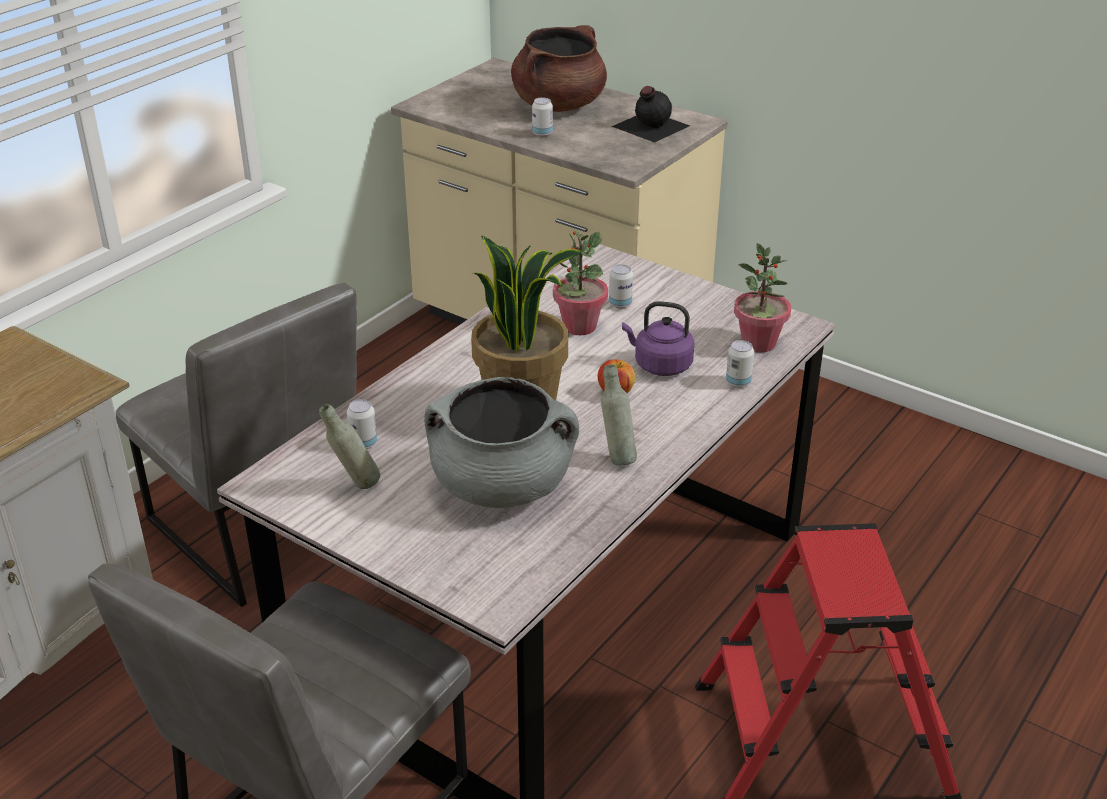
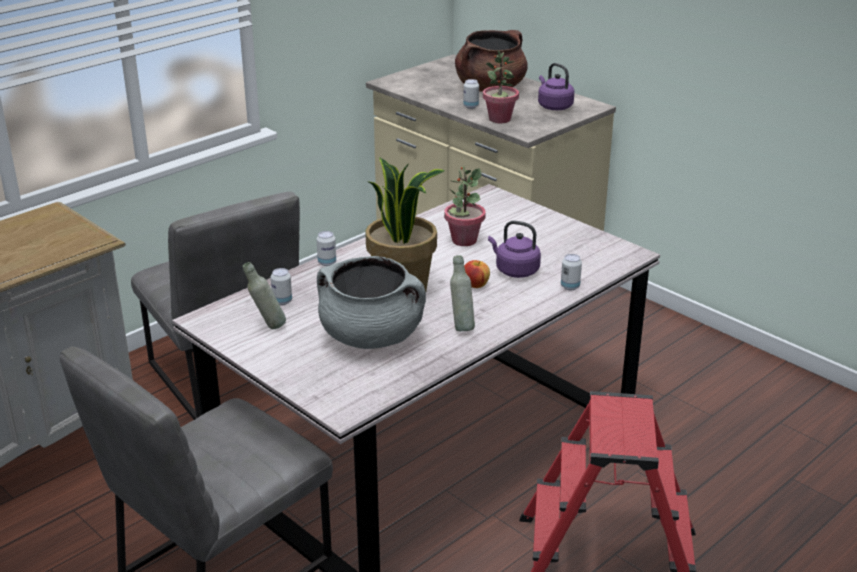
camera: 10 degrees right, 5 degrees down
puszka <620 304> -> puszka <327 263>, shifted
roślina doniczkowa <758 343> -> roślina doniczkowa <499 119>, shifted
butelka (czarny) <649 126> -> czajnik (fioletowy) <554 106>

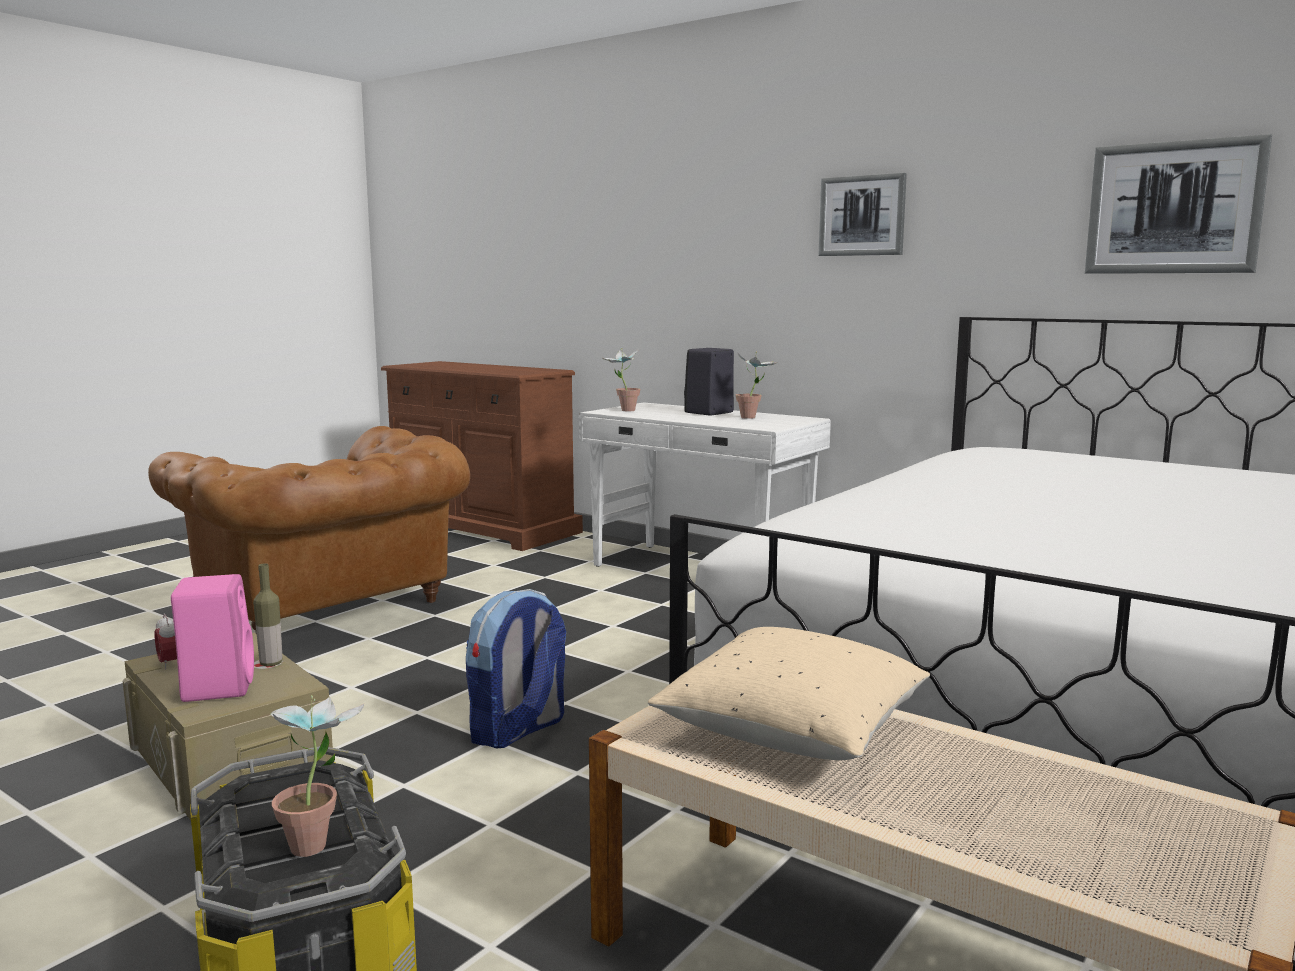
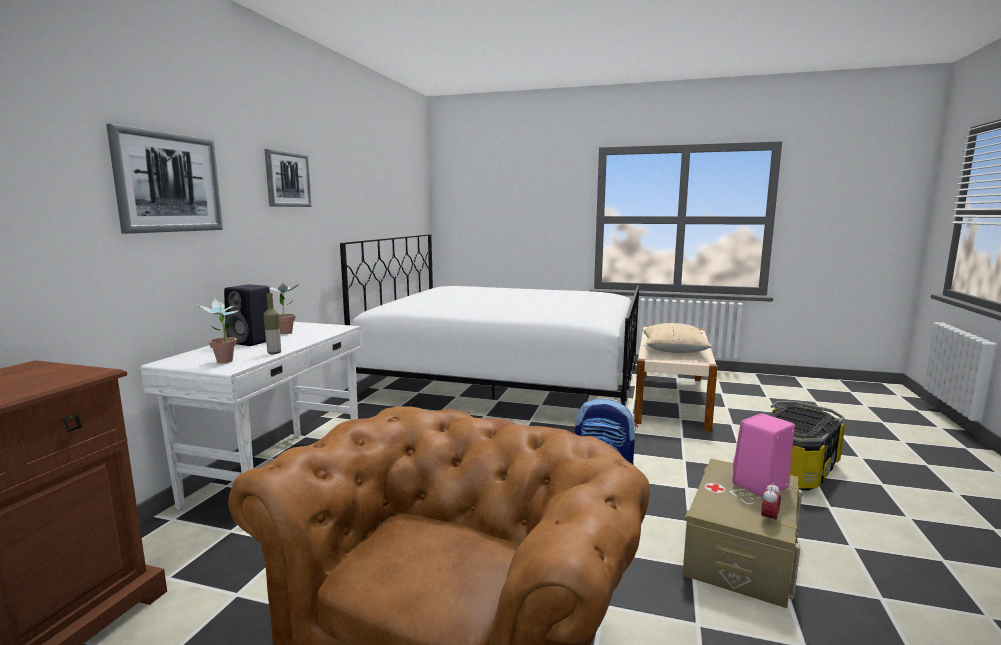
camera: 110 degrees left, 0 degrees up
obraz <1173 208> -> obraz <169 183>, shifted
butelka <271 663> -> butelka <274 353>, shifted
roślina doniczkowa <319 841> -> none

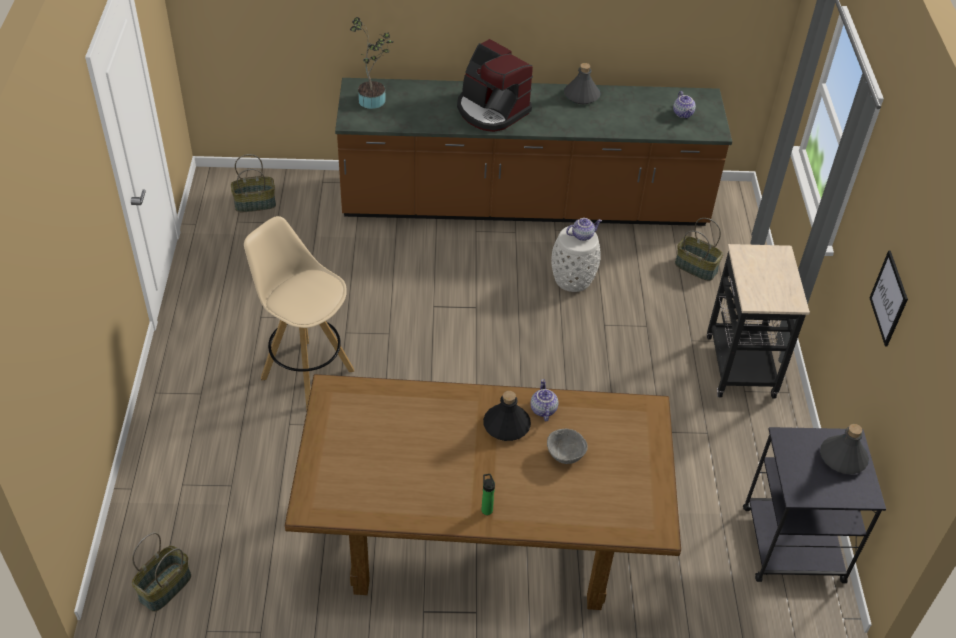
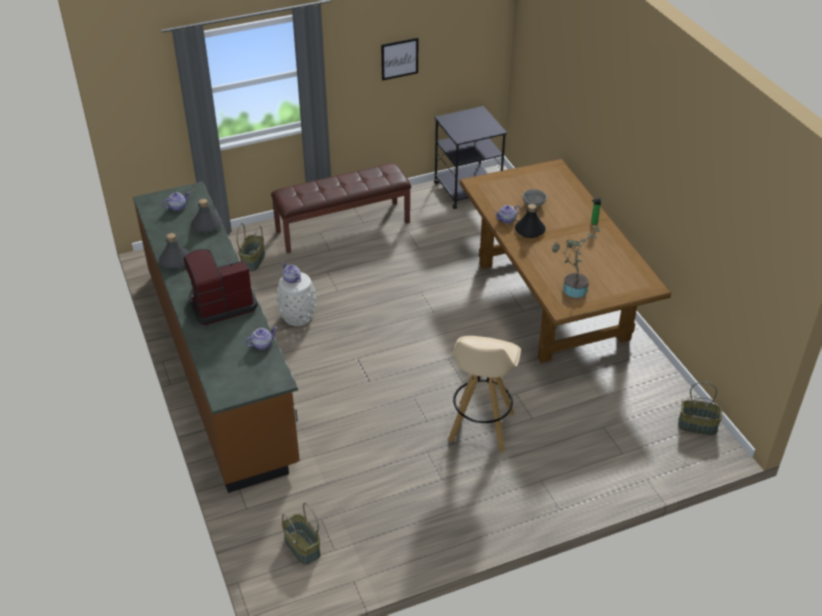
camera: 110 degrees left, 5 degrees down
ekspres do kawy <491 110> -> ekspres do kawy <221 303>, 135 degrees counterclockwise
butelka (szary) <843 458> -> butelka (szary) <207 225>, shifted
none -> imbryk <262 344>
wózek <741 368> -> ławka (brązowy) <343 226>
roślina doniczkowa <374 98> -> roślina doniczkowa <572 289>, shifted

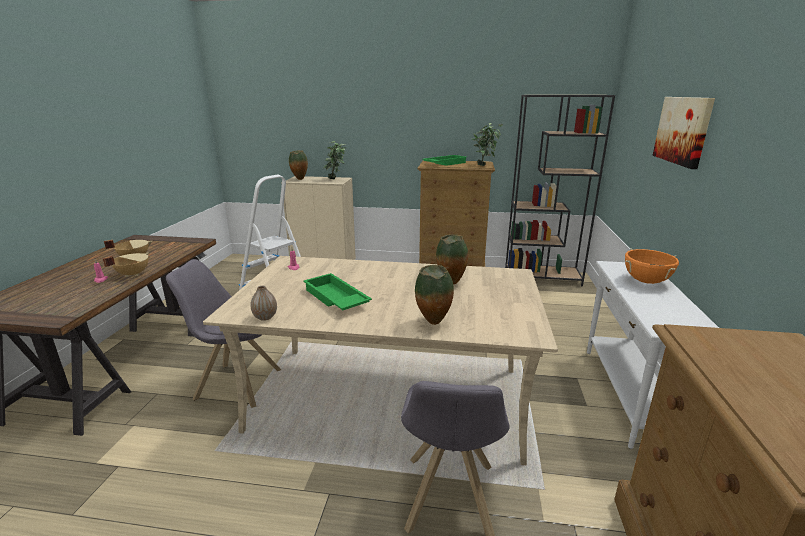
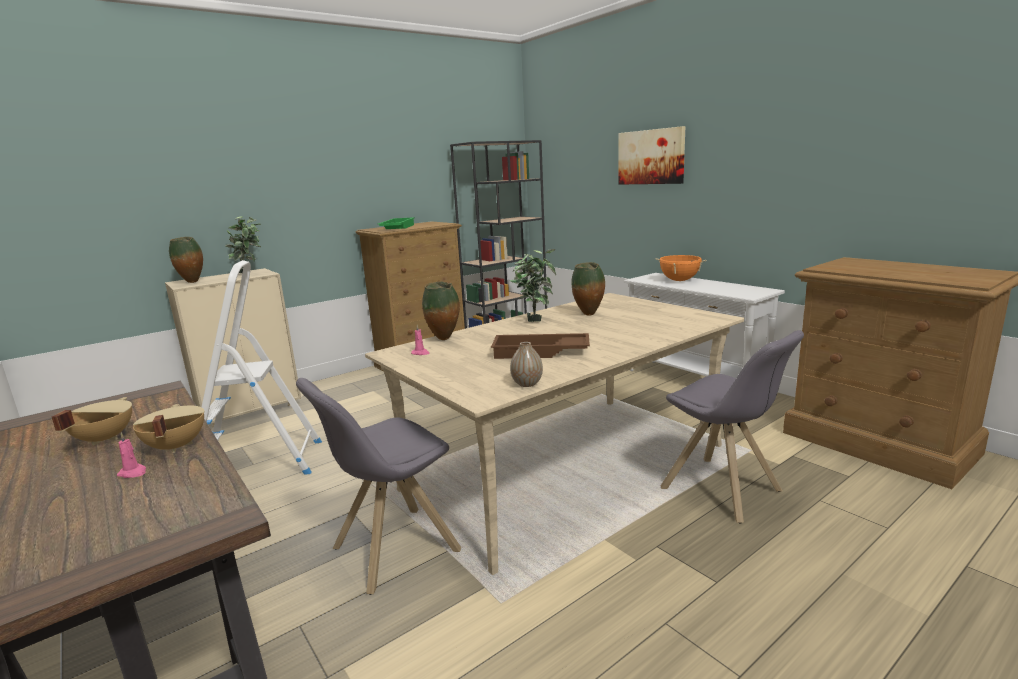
camera: 45 degrees left, 5 degrees down
wazon <433 323> -> wazon <444 339>, shifted
taca (zielony) <335 299> -> taca (brązowy) <540 352>
roślina doniczkowa <485 165> -> roślina doniczkowa <535 320>, shifted

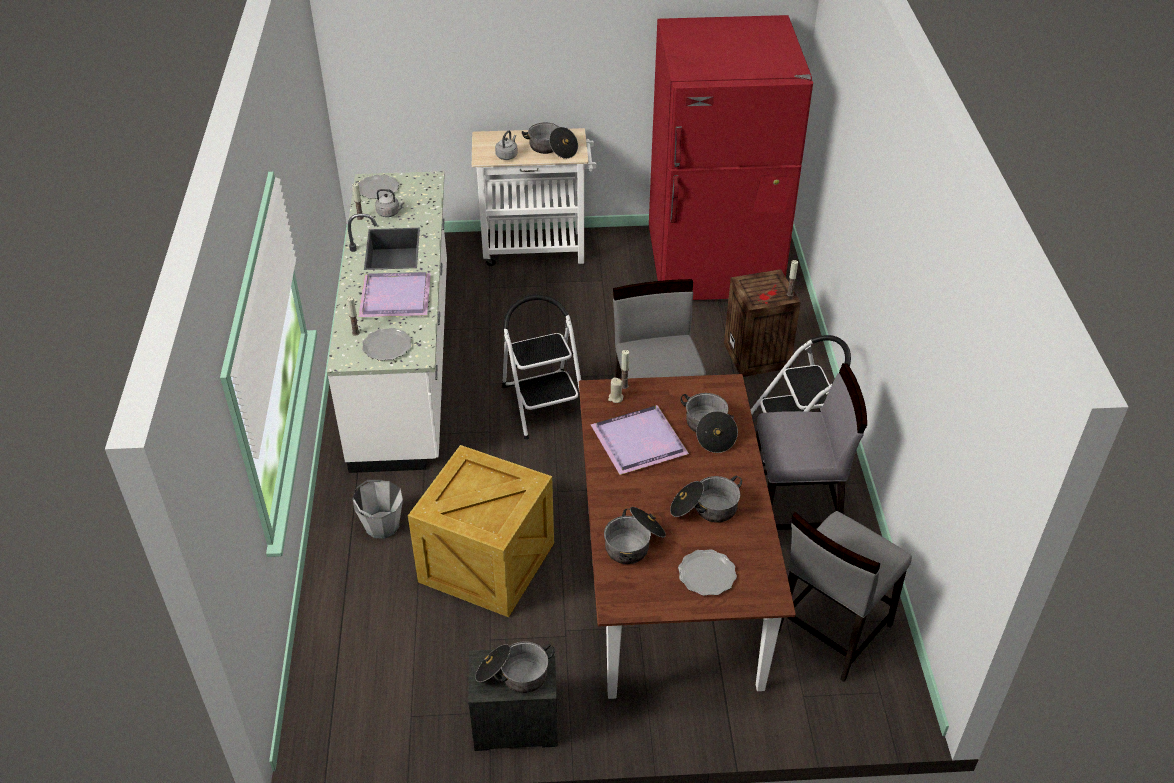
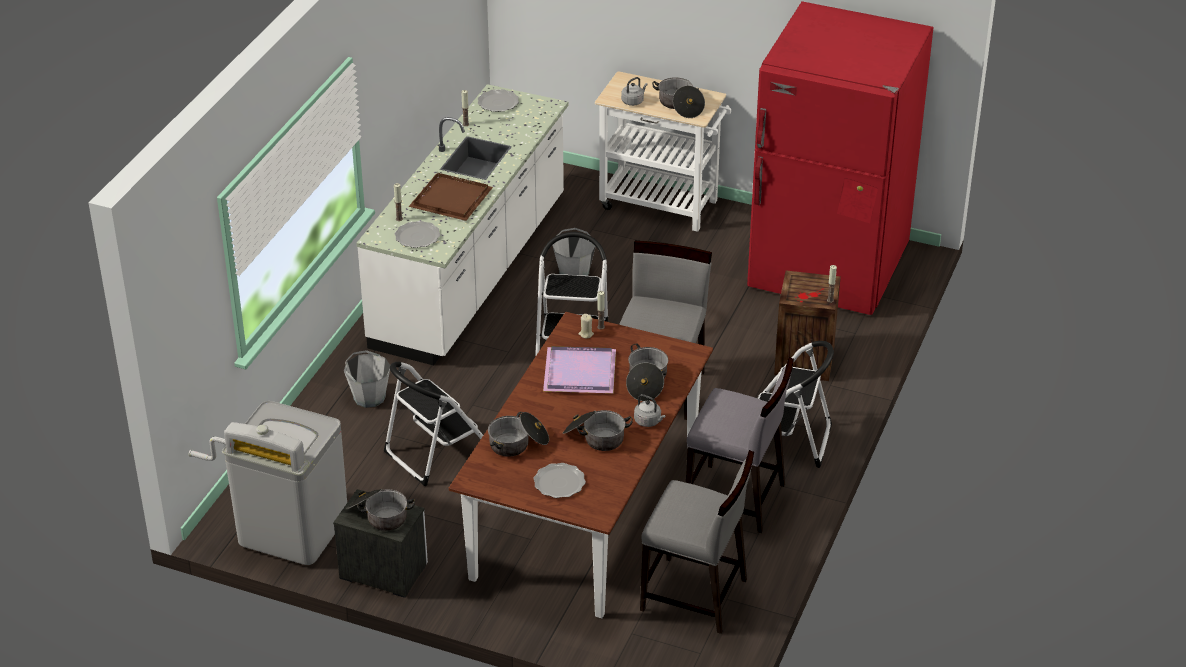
camera: 25 degrees right, 5 degrees down
none -> pralka (szary) <290 531>
skrzynka <484 563> -> drabinka <435 451>
taca (fioletowy) <394 296> -> taca (brązowy) <450 198>
none -> wiadro (szary) <574 273>
czajnik (szary) <389 213> -> czajnik (szary) <649 421>, shifted
krzesło (szary) <831 630> -> krzesło (szary) <694 596>, 135 degrees counterclockwise

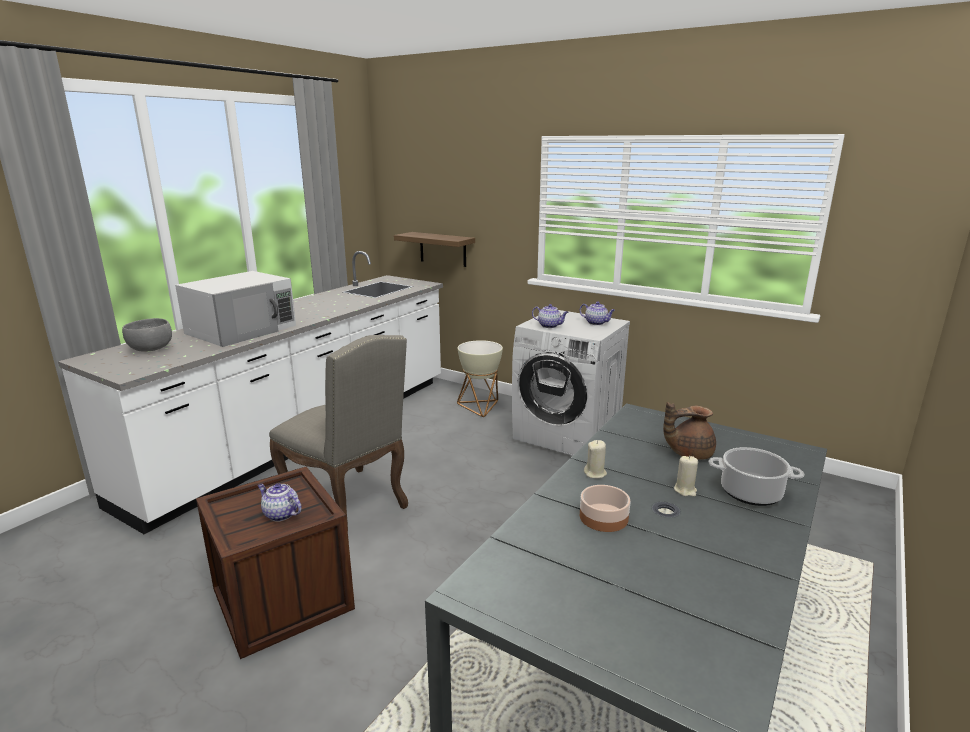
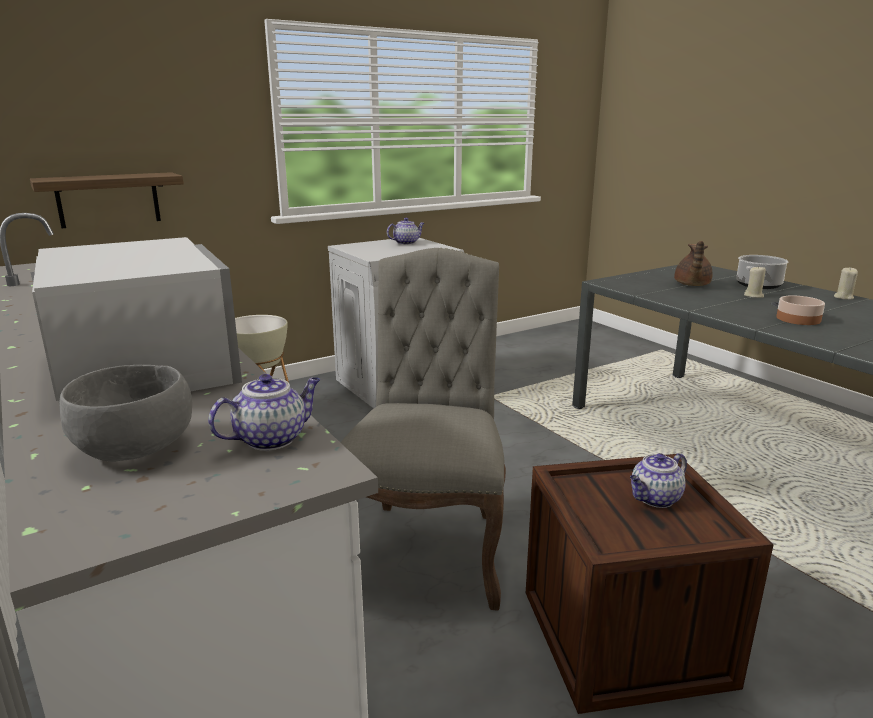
camera: 65 degrees left, 0 degrees up
imbryk <550 326> -> imbryk <272 438>, shifted
krzesło (szary) <348 505> -> krzesło (szary) <428 548>, 60 degrees counterclockwise
świeca (beżowy) <595 473> -> świeca (beżowy) <843 297>, shifted

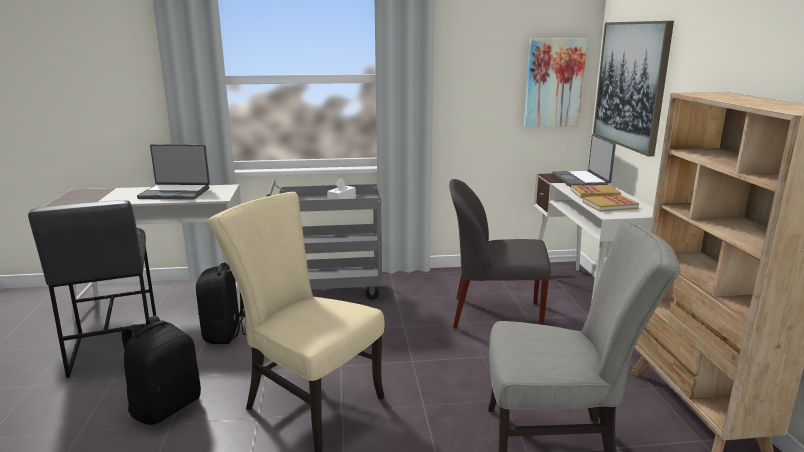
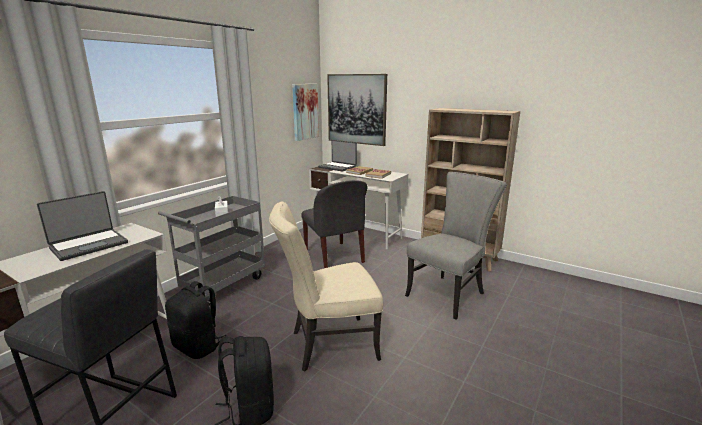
camera: 50 degrees left, 0 degrees up
krzesło (szary) <494 315> -> krzesło (szary) <334 257>, 75 degrees counterclockwise

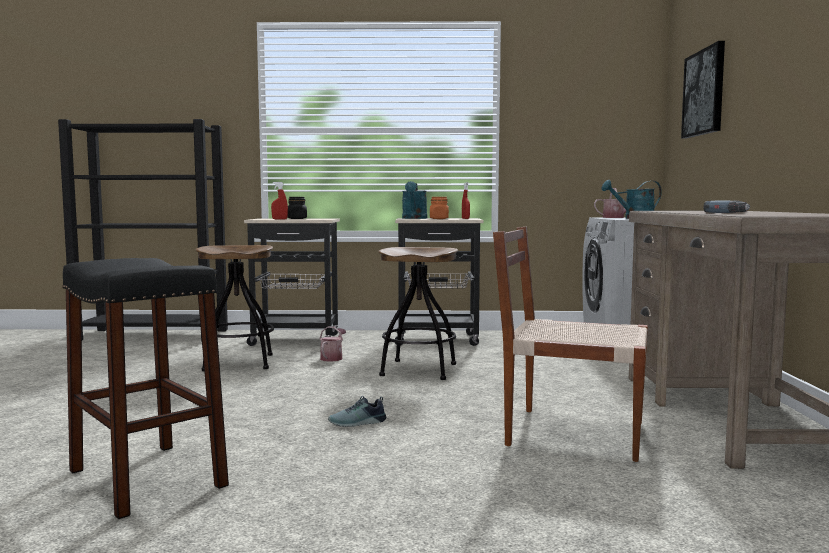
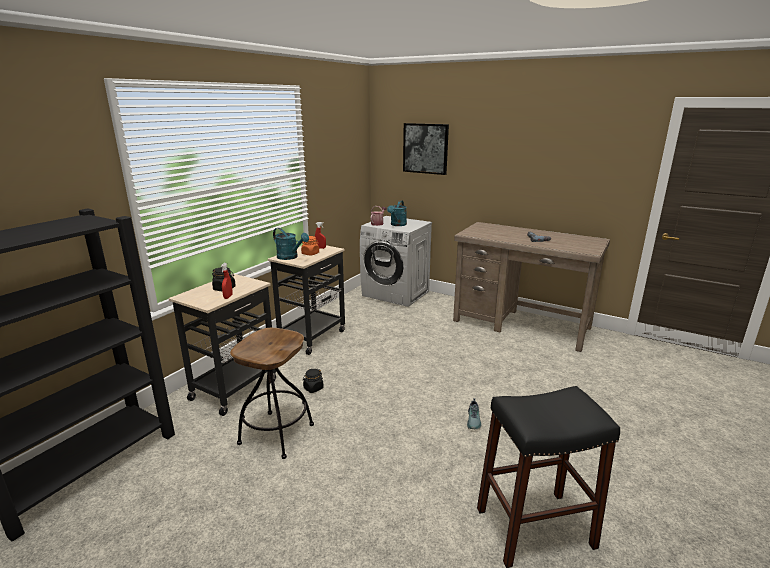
camera: 60 degrees left, 15 degrees up
konewka <332 358> -> słoik (czarny) <313 388>
stołek (brązowy) <419 369> -> none
krzesło <571 433> -> none

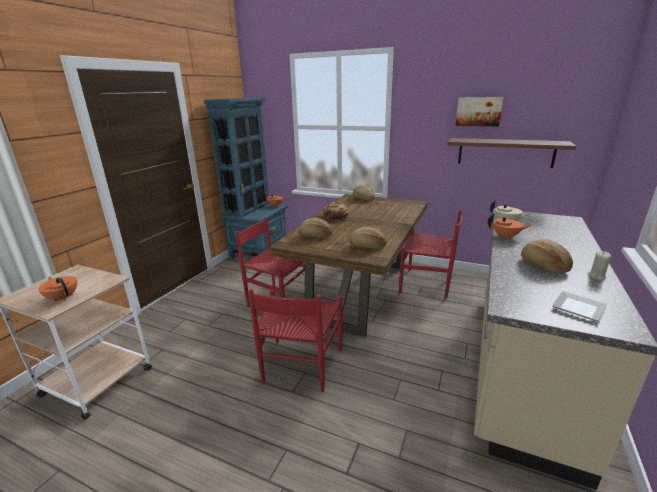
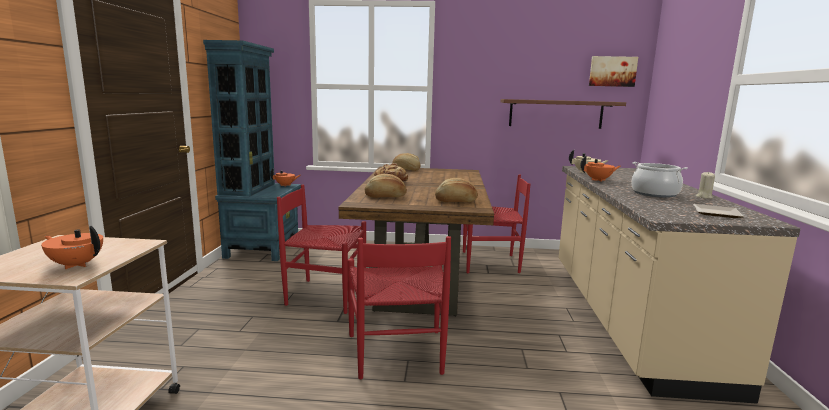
camera: 20 degrees left, 10 degrees down
obraz <478 111> -> obraz <612 71>, shifted
chleb <543 265> -> garnek <654 193>

